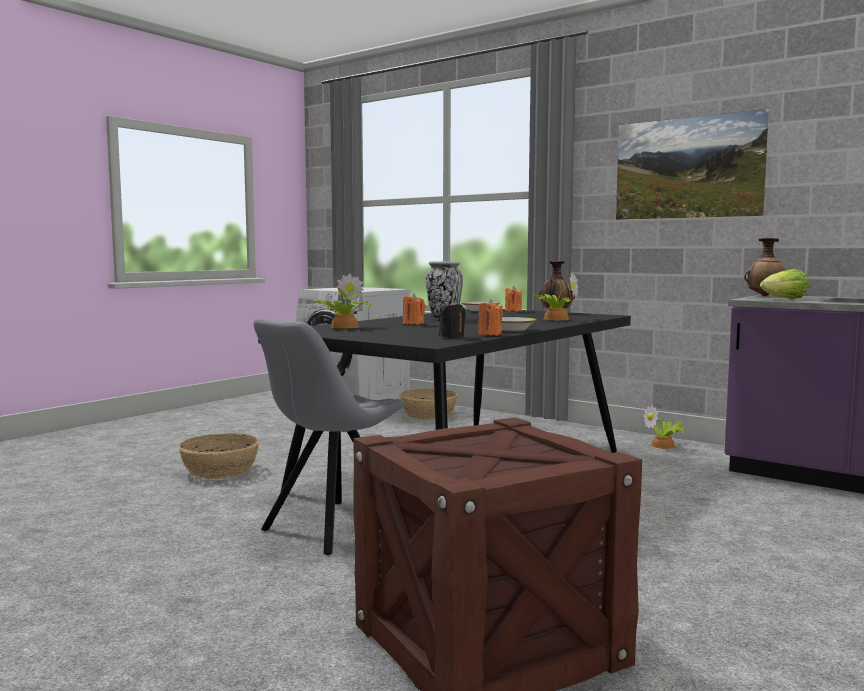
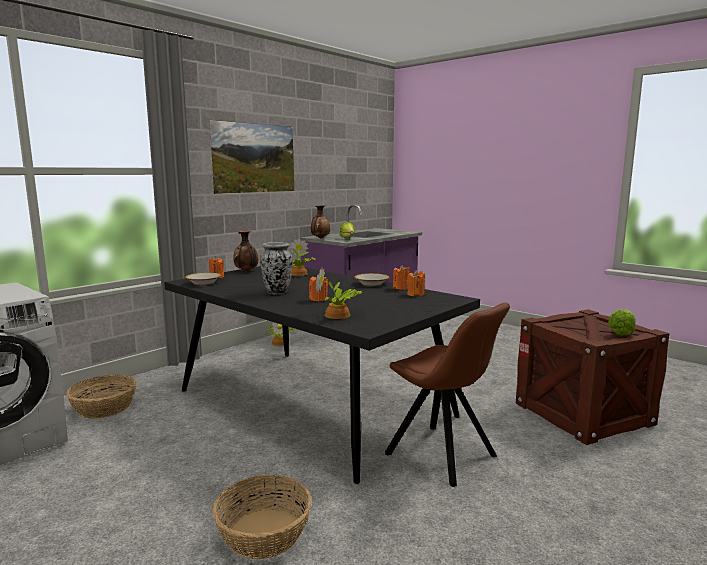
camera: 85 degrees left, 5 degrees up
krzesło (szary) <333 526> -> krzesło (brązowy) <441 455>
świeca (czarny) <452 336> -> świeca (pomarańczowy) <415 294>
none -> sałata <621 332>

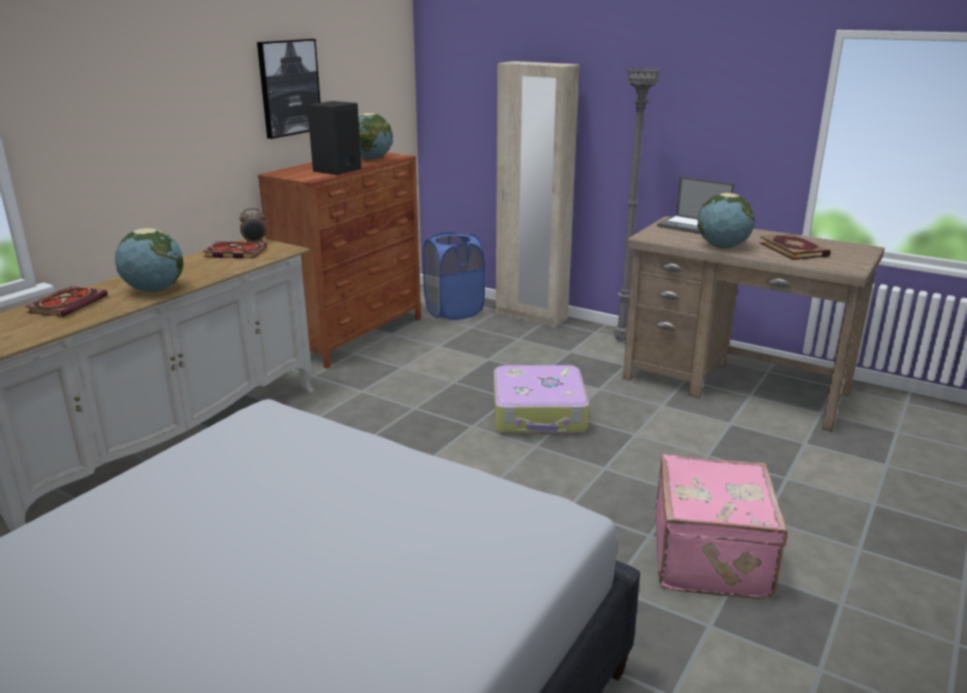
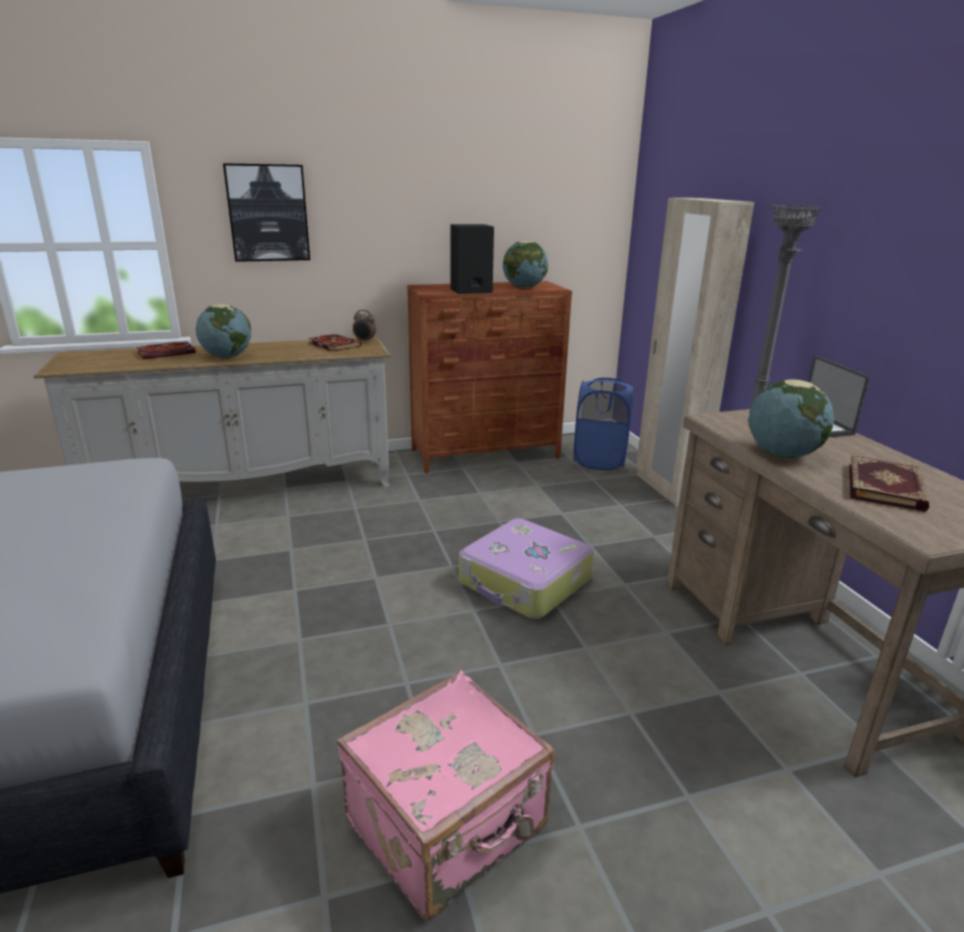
camera: 40 degrees right, 0 degrees up
obraz <289 87> -> obraz <268 213>, shifted

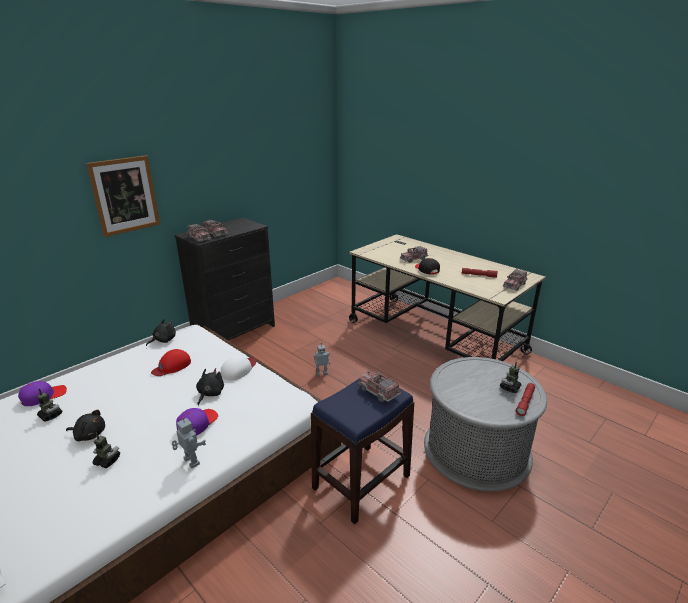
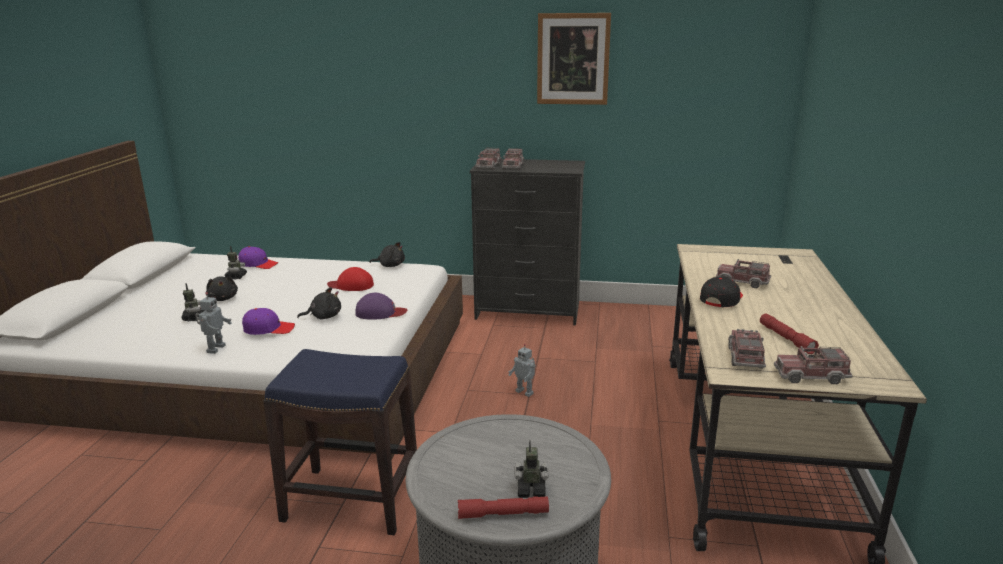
camera: 55 degrees right, 5 degrees down
czapka z daszkiem (biały) <239 369> -> czapka z daszkiem (fioletowy) <380 312>
obraz <125 195> -> obraz <573 59>, shifted
ciężarówka zabawkowa <378 392> -> ciężarówka zabawkowa <745 358>, shifted

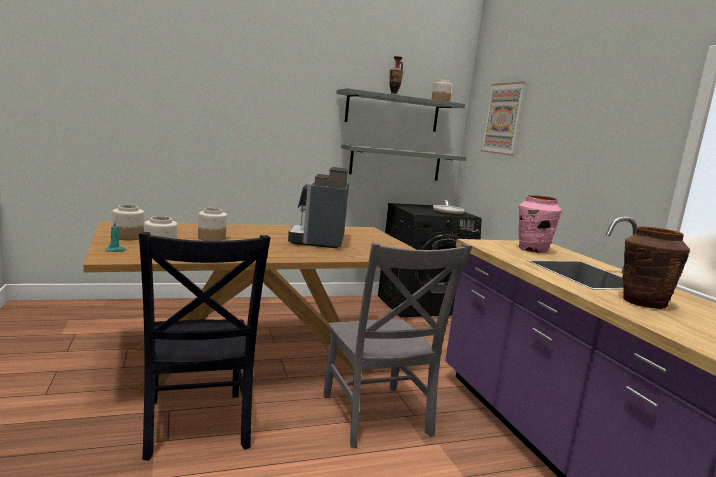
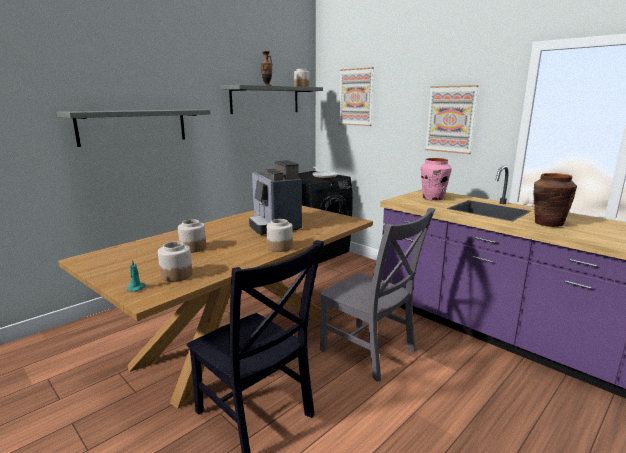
camera: 25 degrees left, 5 degrees up
półka (szary) <395 163> -> półka (szary) <133 126>, shifted
słoik <127 237> -> słoik <279 247>, shifted
none -> obraz <450 119>

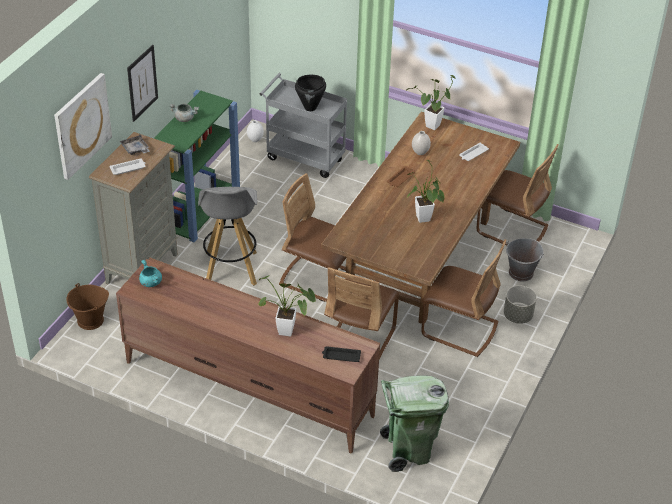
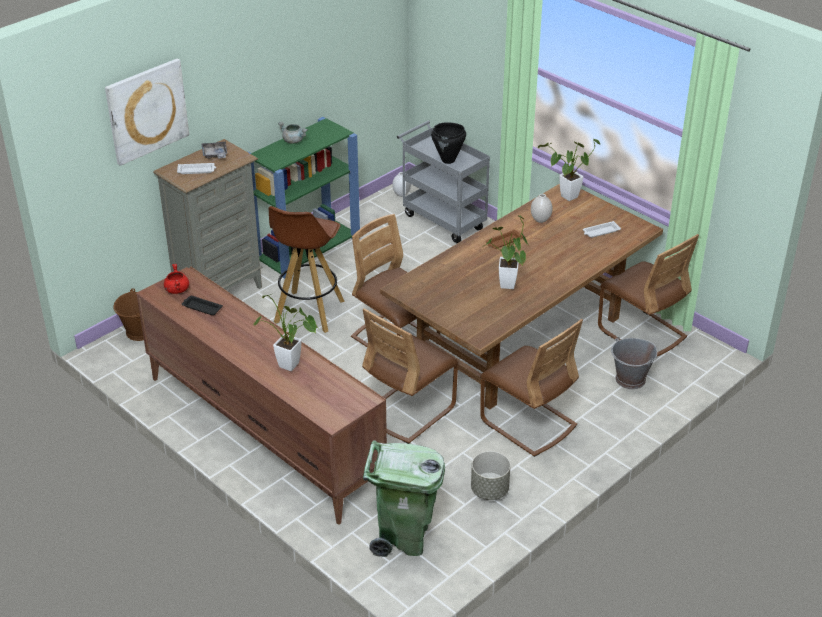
camera: 20 degrees right, 5 degrees down
garnek (turkusowy) <150 282> -> garnek (czerwony) <176 289>
taca (czarny) <341 356> -> taca (czarny) <201 307>, shifted
stołek (szary) <230 269> -> stołek (brązowy) <308 312>
donica (szary) <517 316> -> donica (szary) <489 490>, shifted
obraz <142 83> -> none

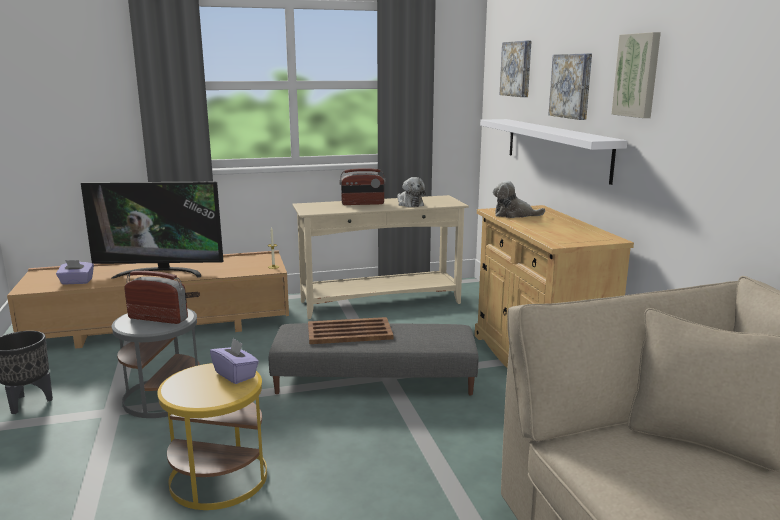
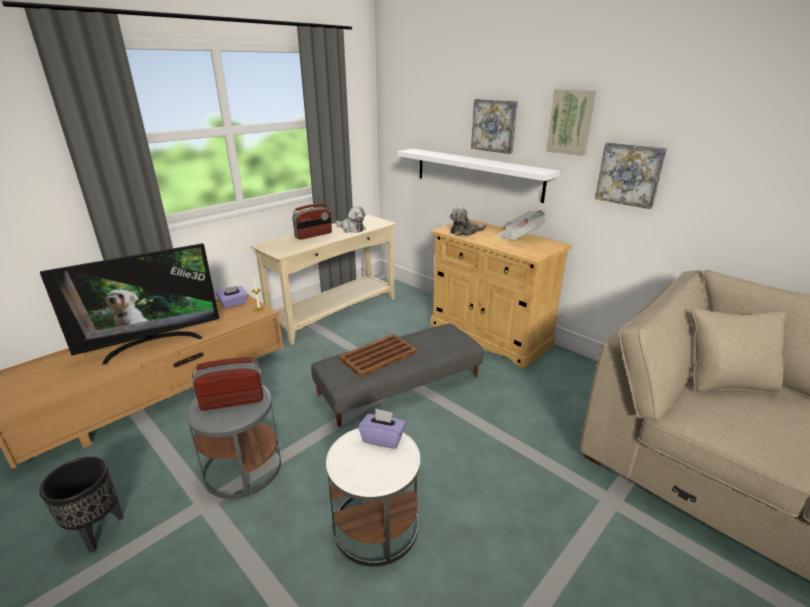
camera: 30 degrees left, 10 degrees up
pudełko chusteczek (fioletowy) <76 282> -> pudełko chusteczek (fioletowy) <233 304>, shifted
stolik (żółty) <218 478> -> stolik (biały) <375 525>
none -> gazeta <520 236>
obraz <517 69> -> obraz <630 174>, shifted

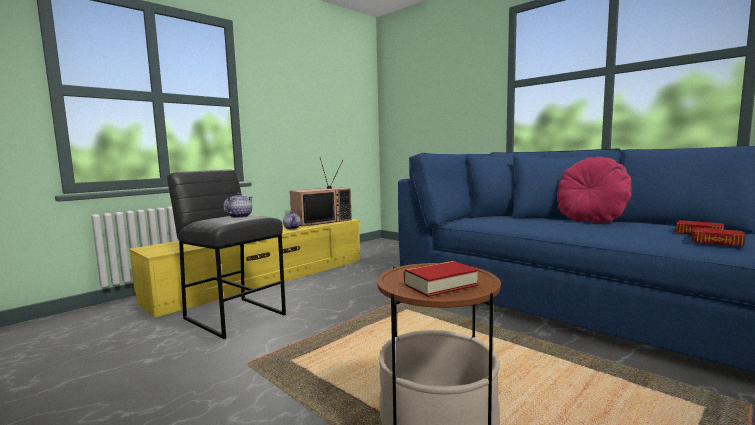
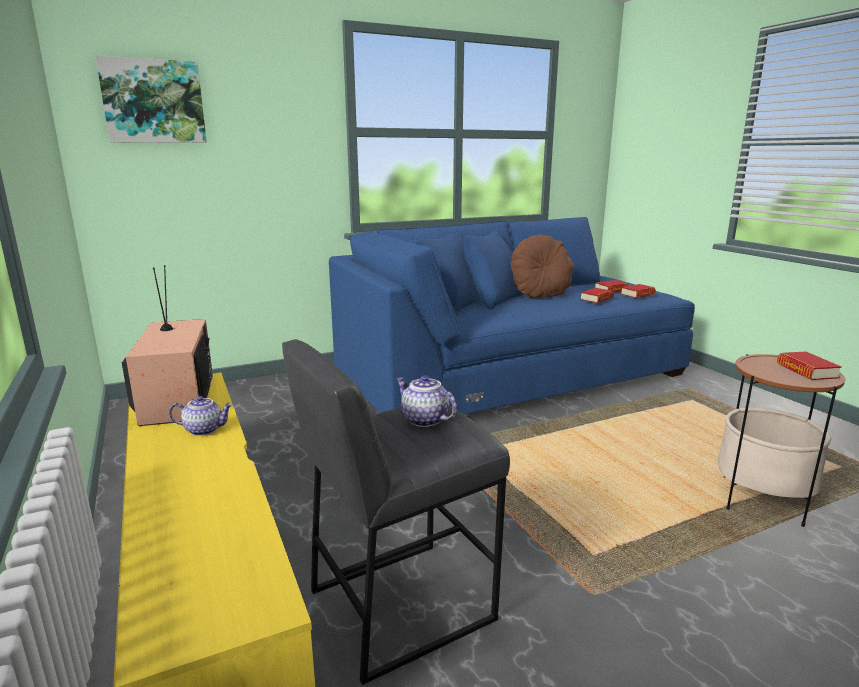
camera: 70 degrees left, 10 degrees up
none -> obraz <153 101>
poduszka (różowy) <591 221> -> poduszka (brązowy) <540 296>
none -> książka <596 299>

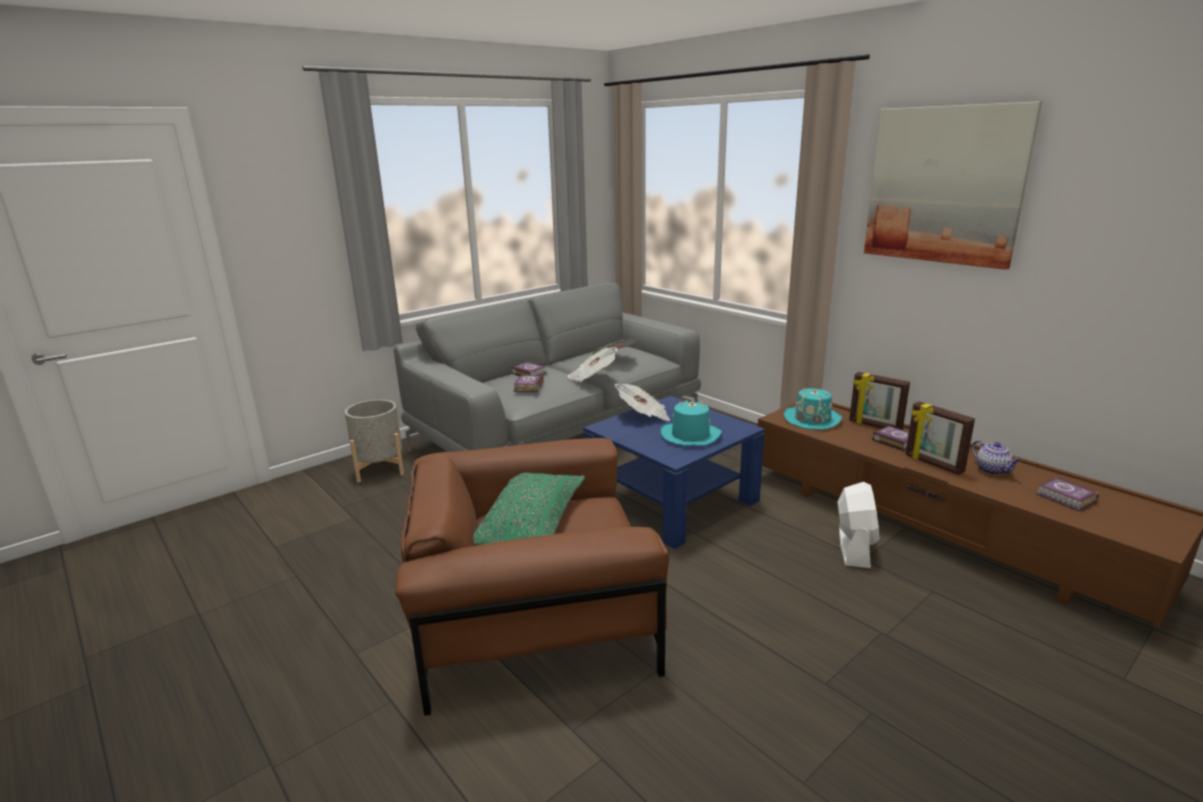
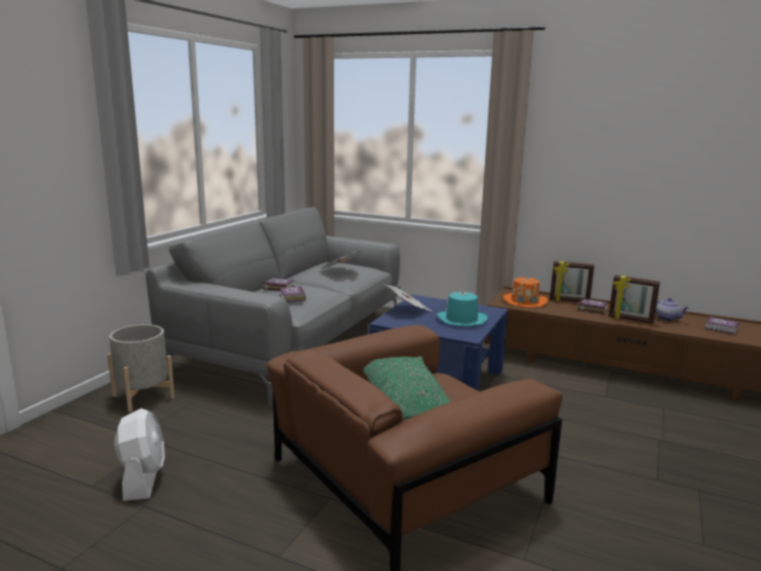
camera: 25 degrees left, 5 degrees down
wentylator (biały) <854 547> -> wentylator (biały) <143 478>, shifted
kapelusz (turkusowy) <812 419> -> kapelusz (pomarańczowy) <525 301>
gazeta <592 377> -> none
obraz <944 185> -> none

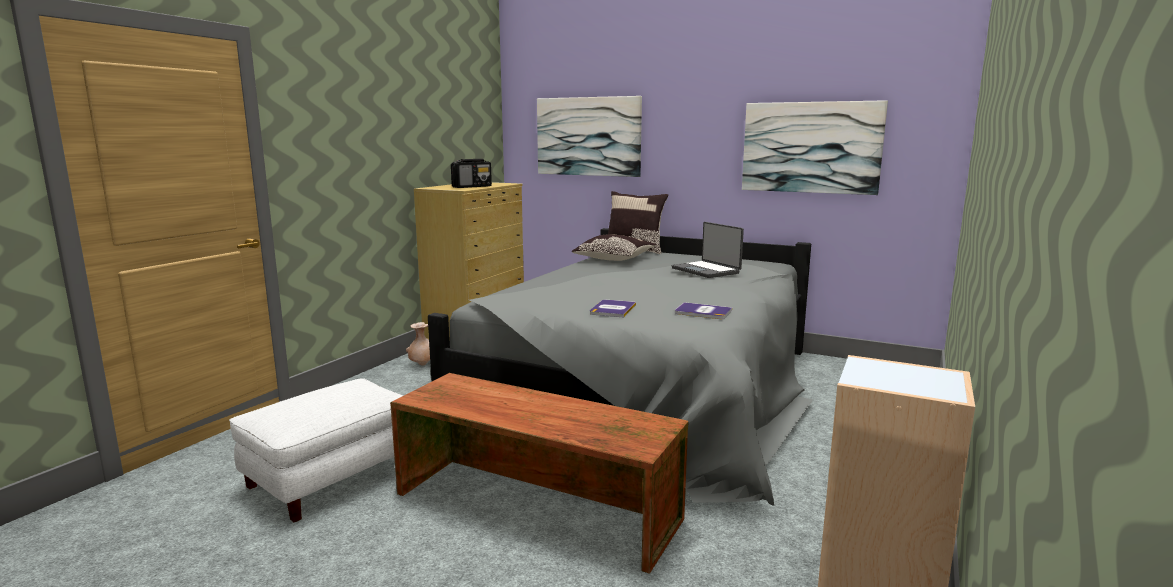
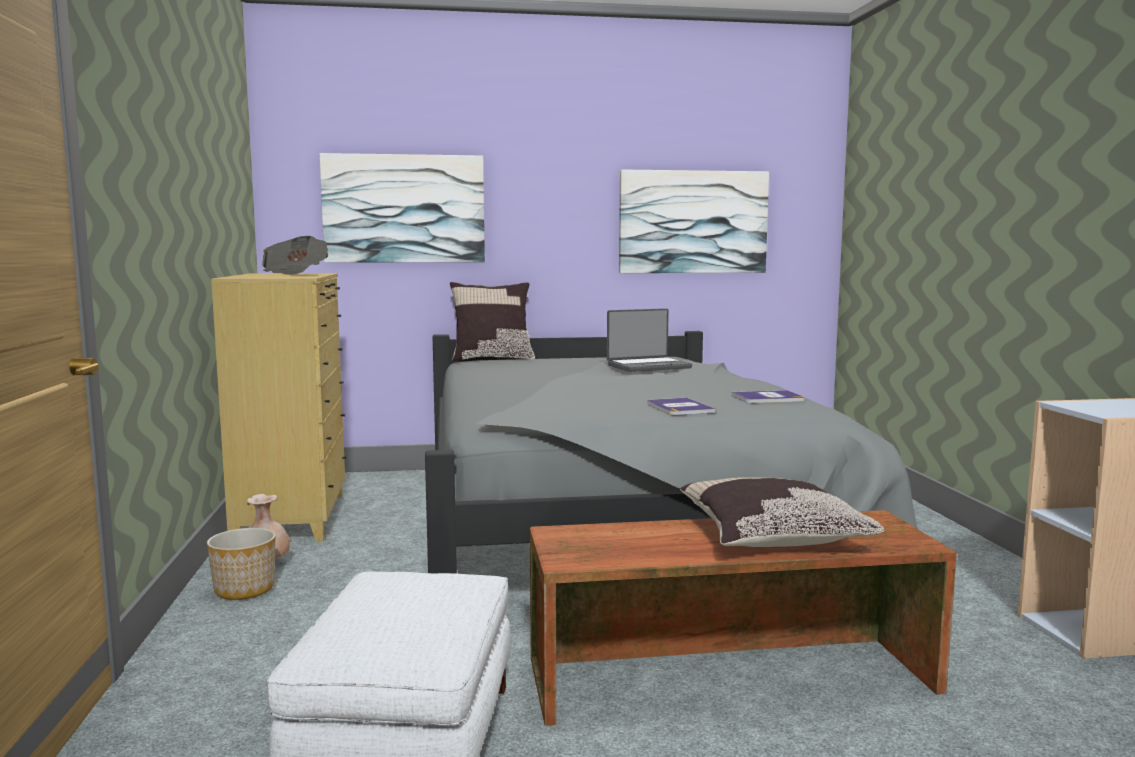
camera: 35 degrees left, 5 degrees down
none -> donica <243 590>
radio <472 187> -> gazeta <295 275>
laptop <706 270> -> laptop <648 366>, 45 degrees counterclockwise
poduszka <614 259> -> poduszka <773 537>, shifted

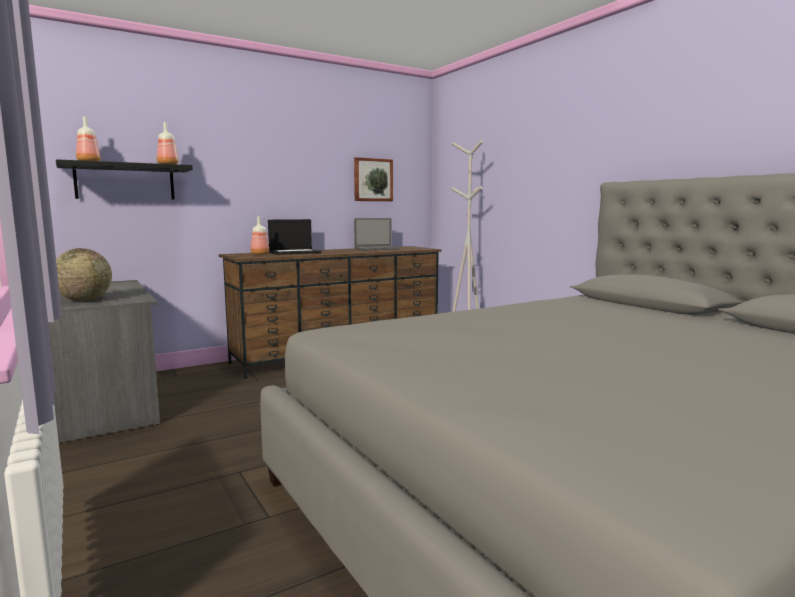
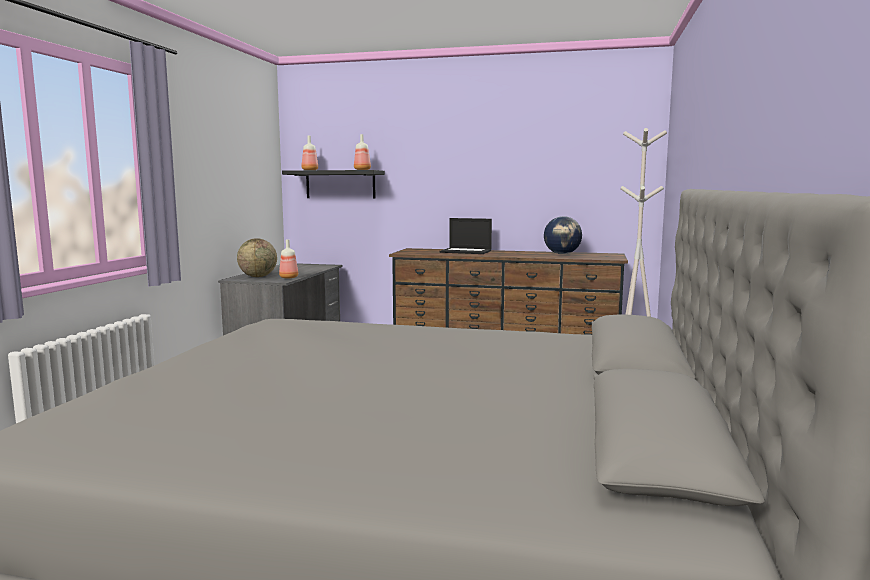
camera: 45 degrees right, 0 degrees up
butelka <259 254> -> butelka <288 277>, shifted
laptop <377 249> -> globus <562 254>
obraz <373 180> -> none

